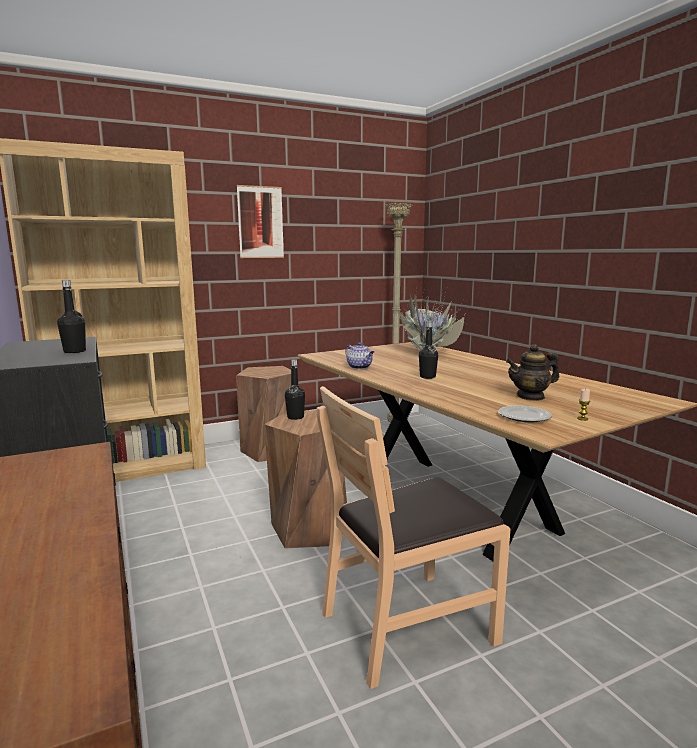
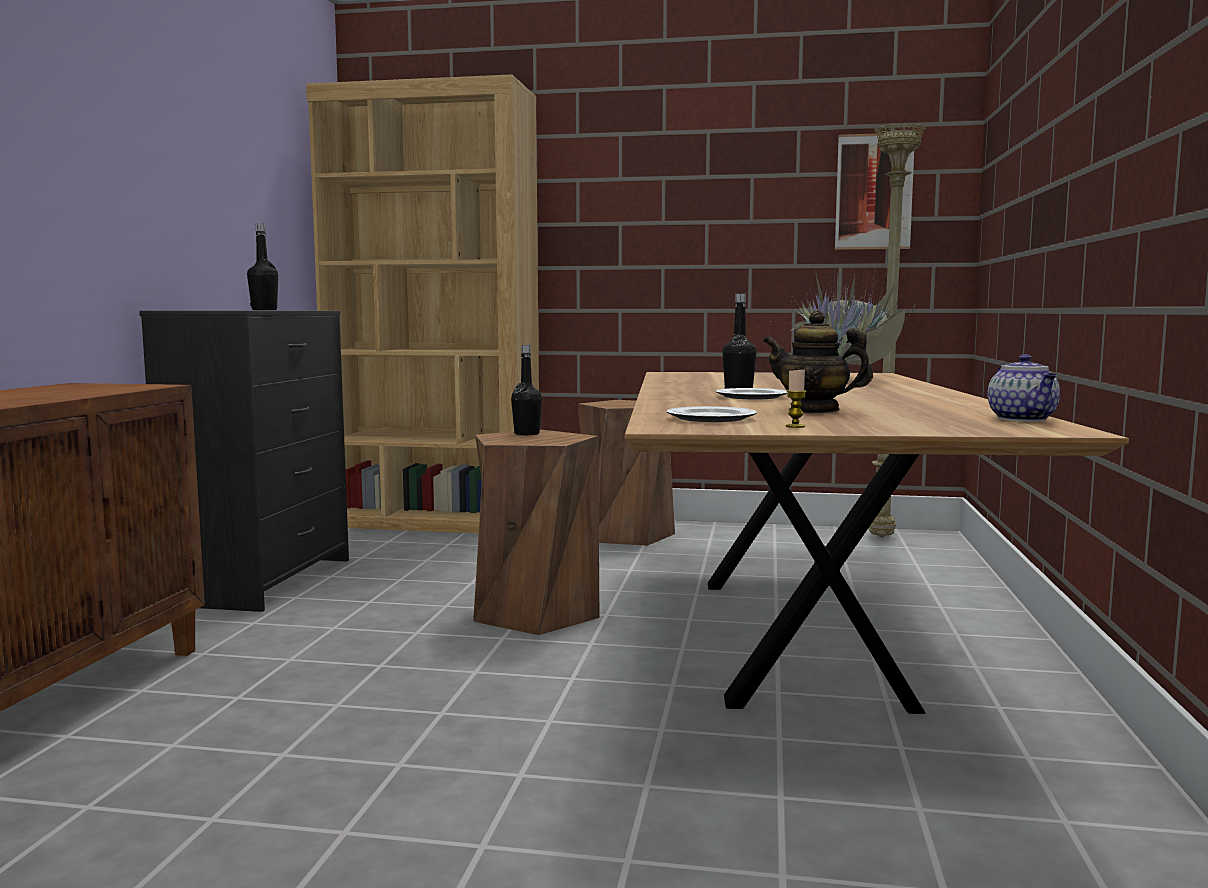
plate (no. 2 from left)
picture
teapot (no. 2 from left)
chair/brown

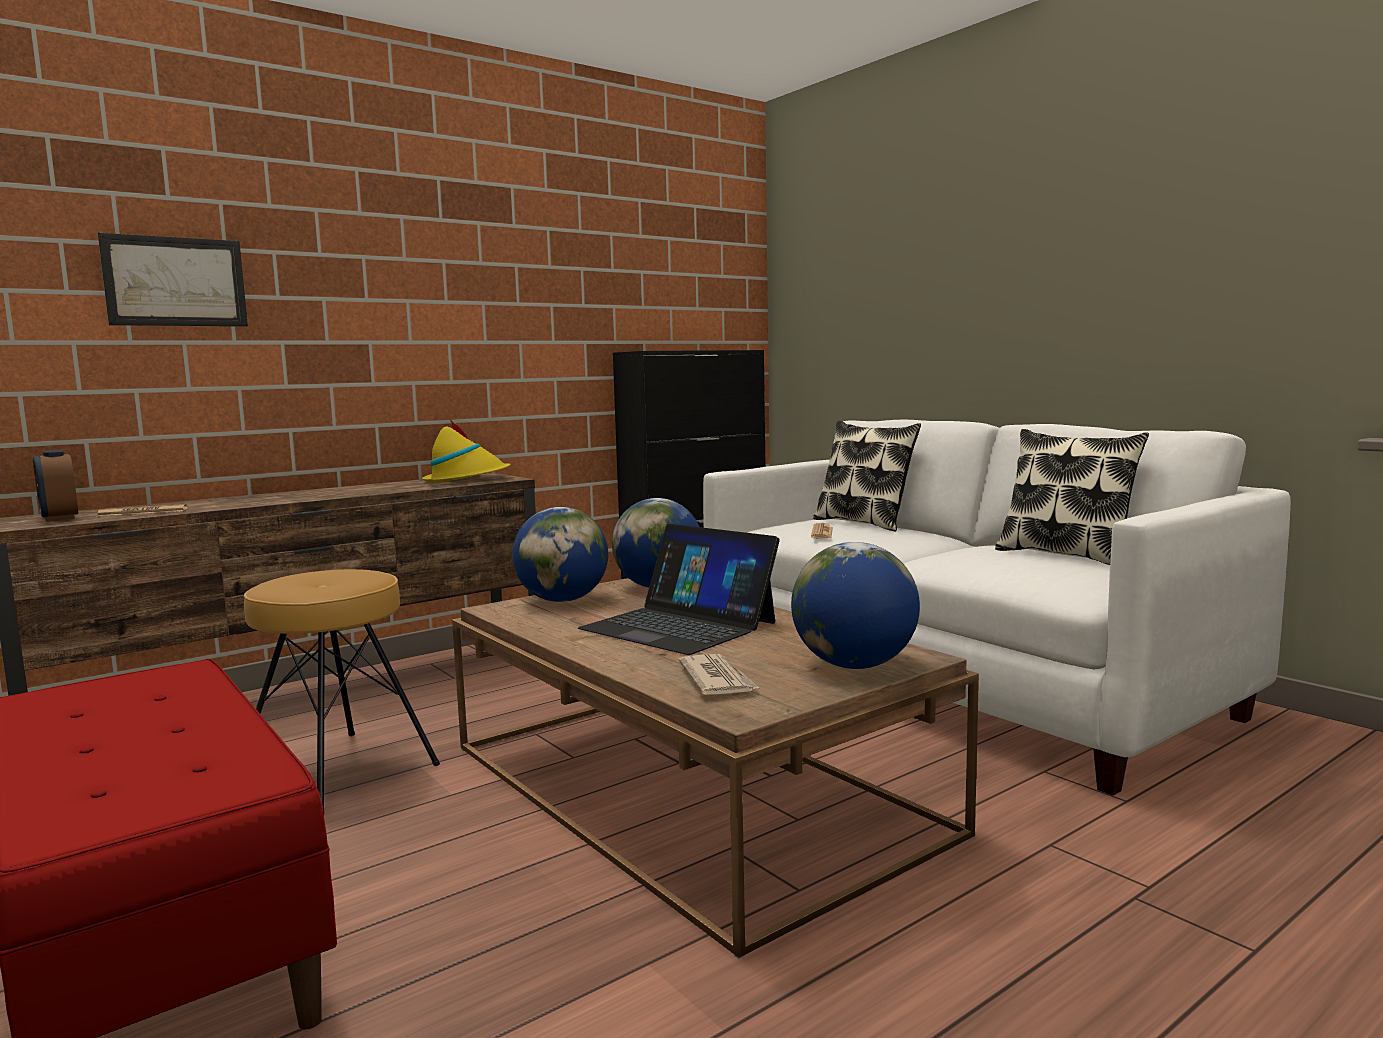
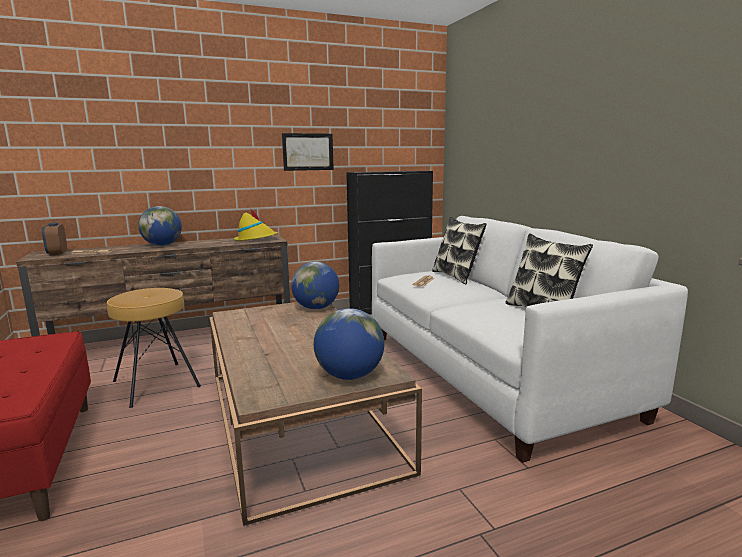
globe (no. 1 from left)
picture
laptop
newspaper (no. 2 from left in the first image)

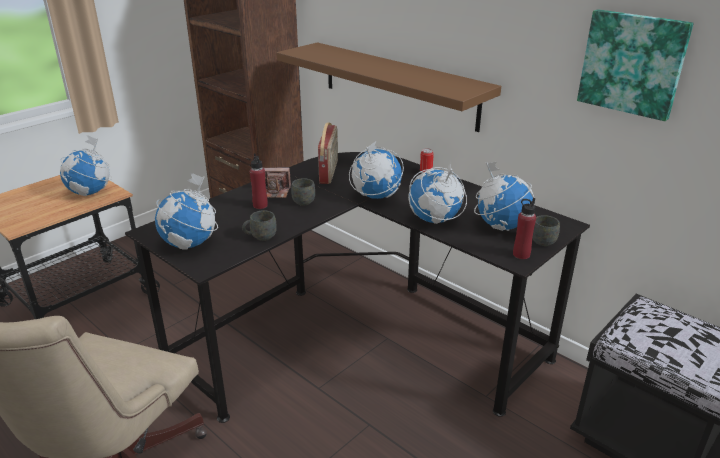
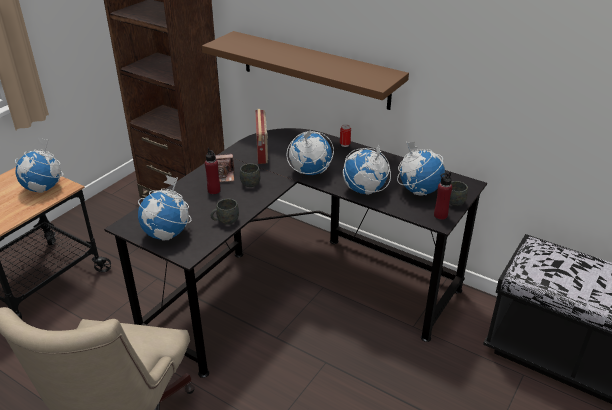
picture

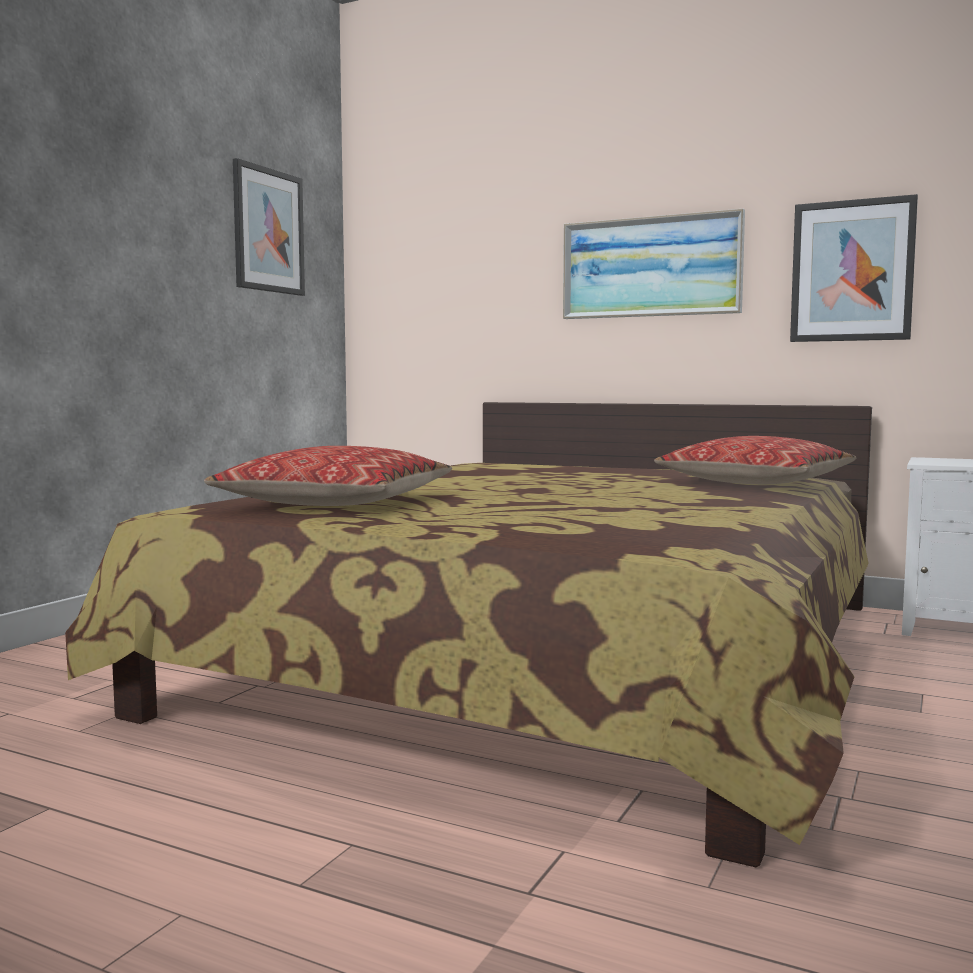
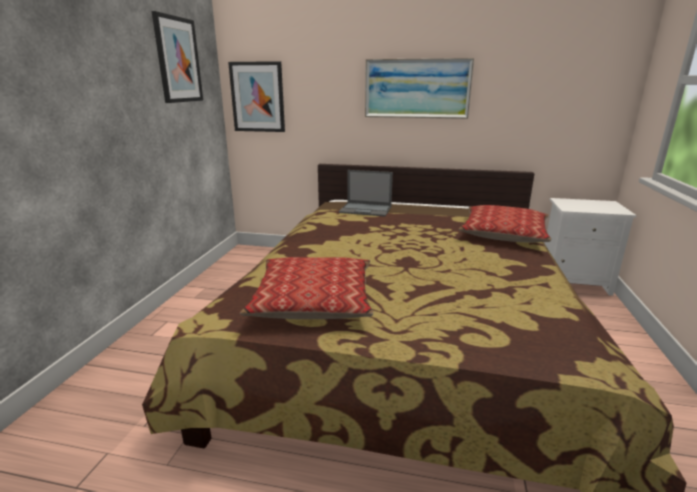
picture (no. 2 from left)
laptop

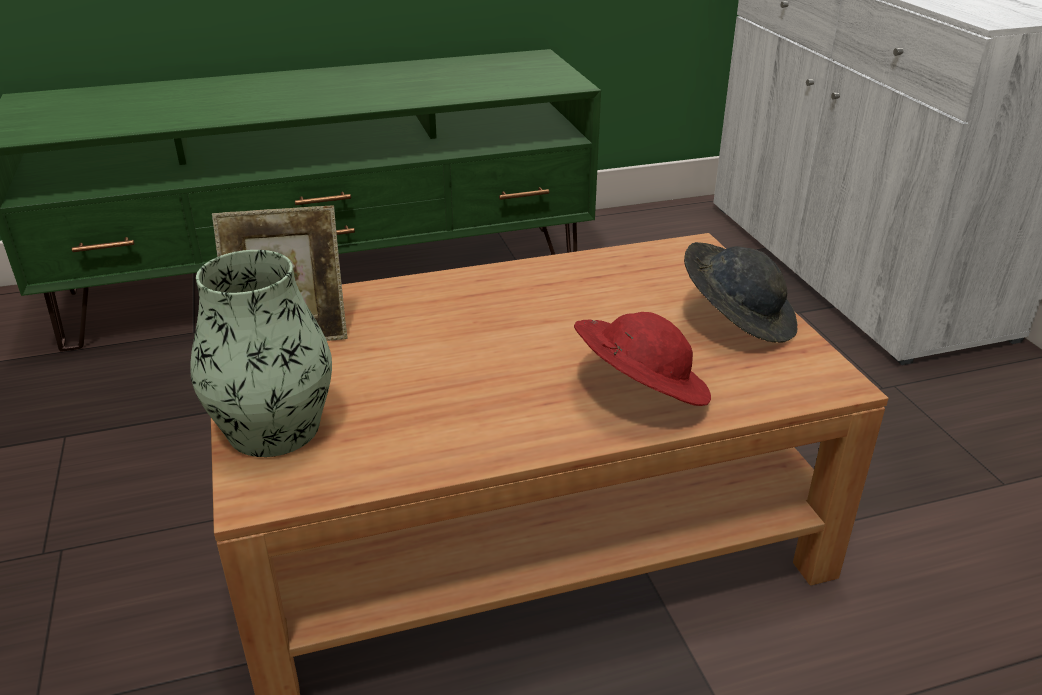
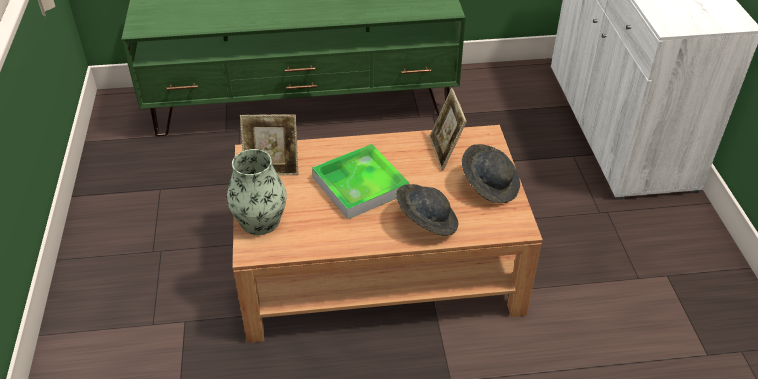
tray
hat/grey (no. 1 from left)
picture frame (no. 2 from left)

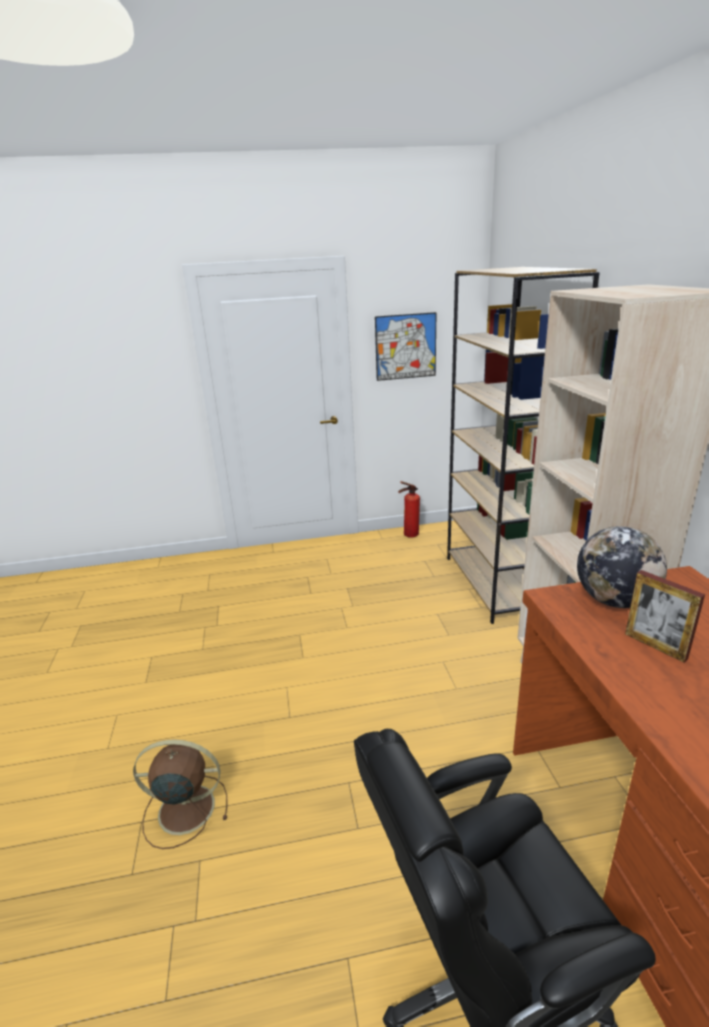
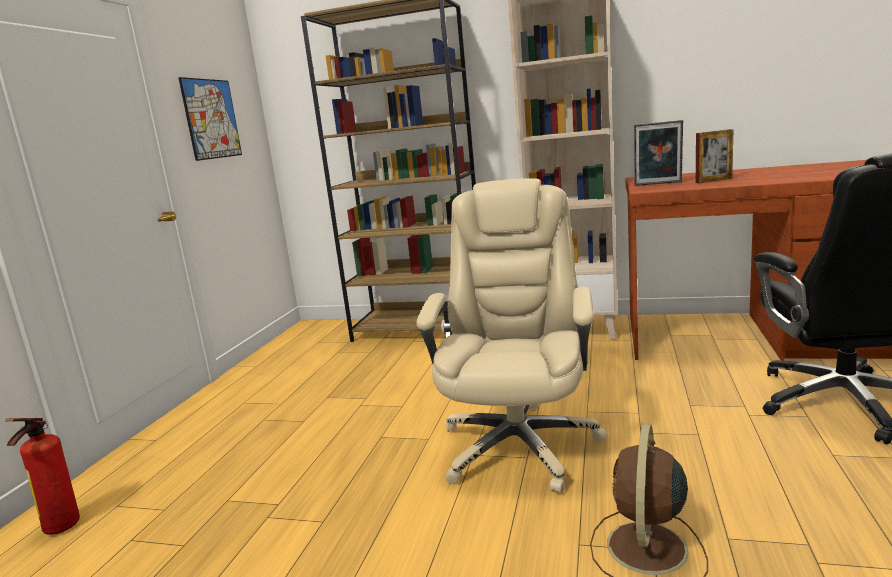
fire extinguisher
office chair/beige
picture frame (no. 1 from left)

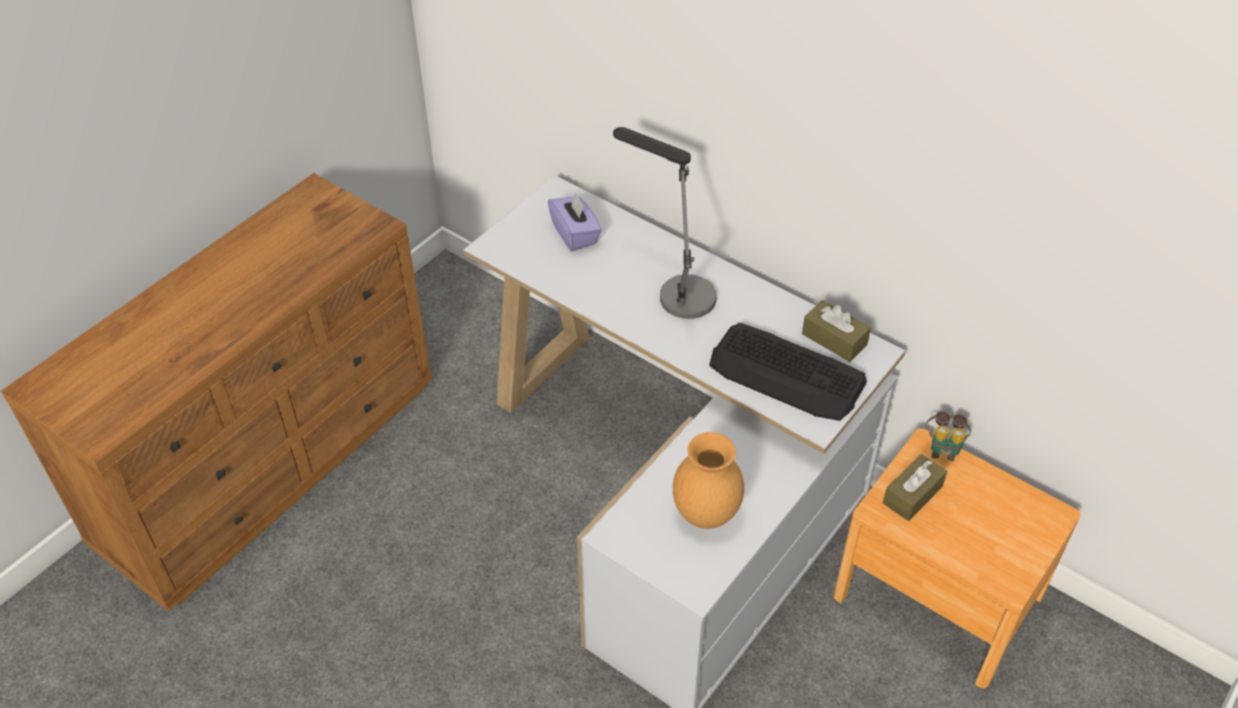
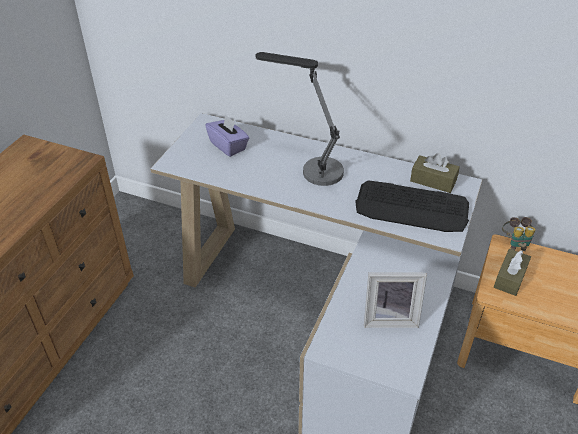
picture frame

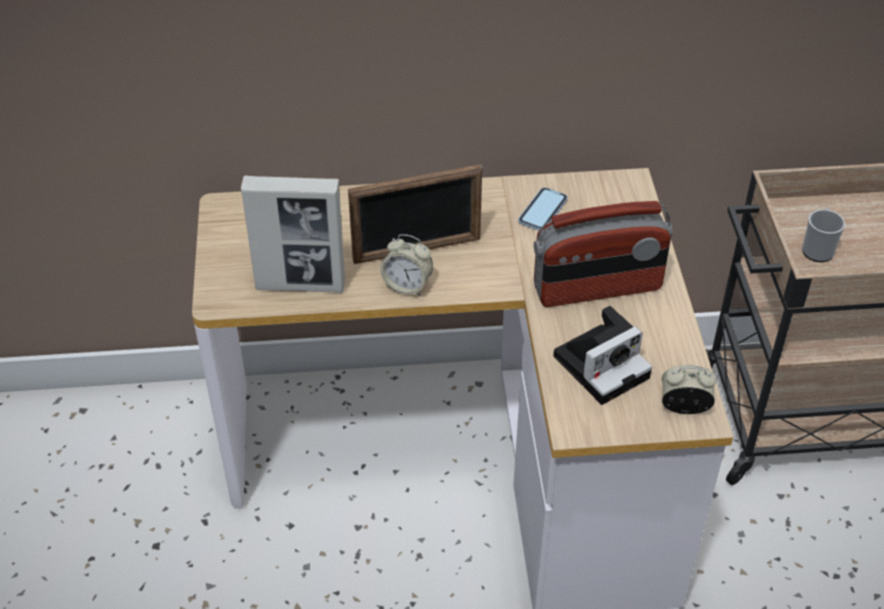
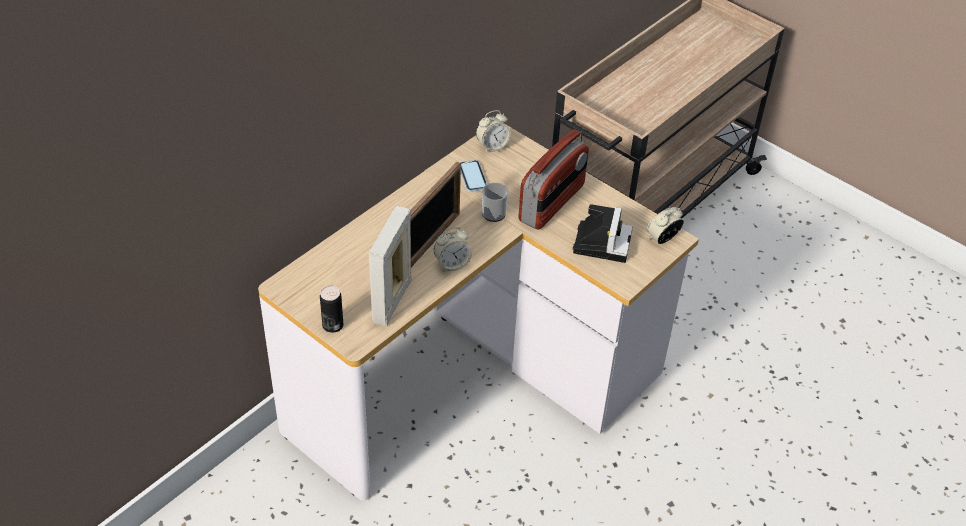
can
picture frame (no. 1 from left)
alarm clock (no. 2 from left)
mug

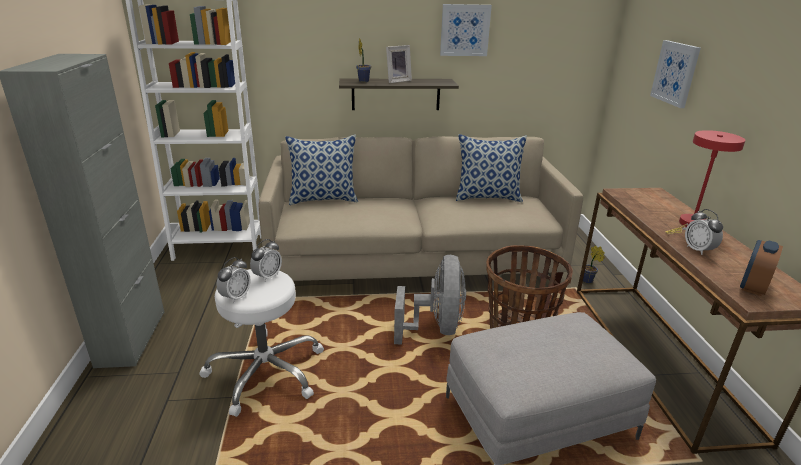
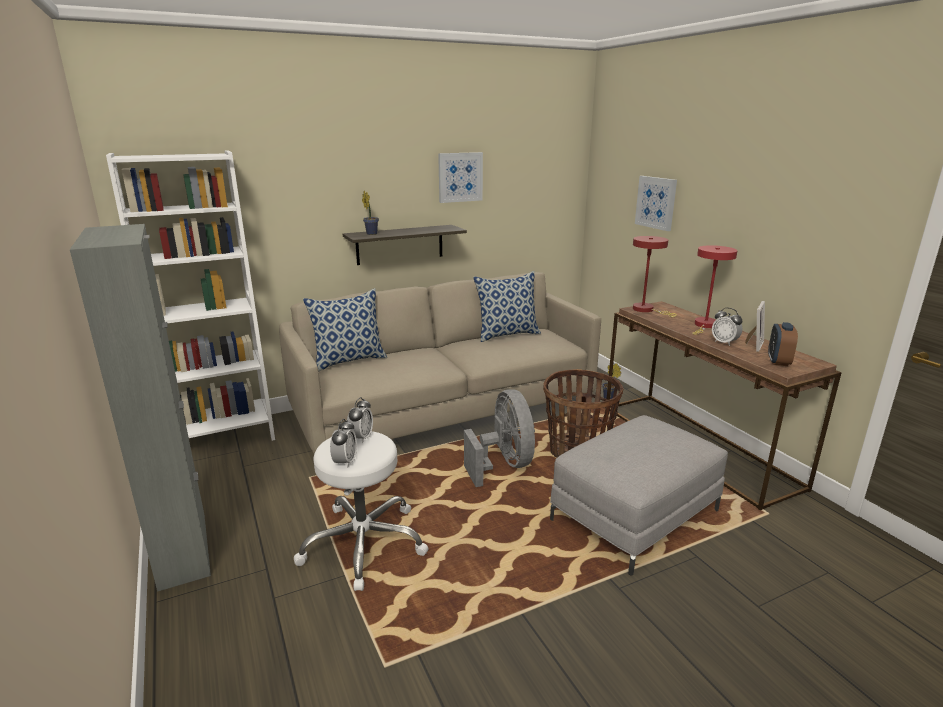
table lamp/red (no. 1 from left)
picture frame

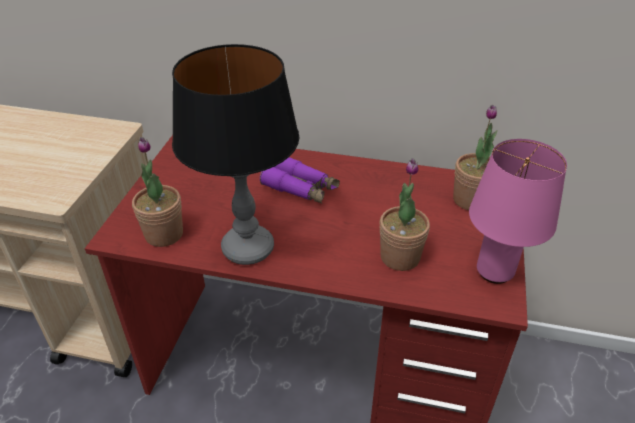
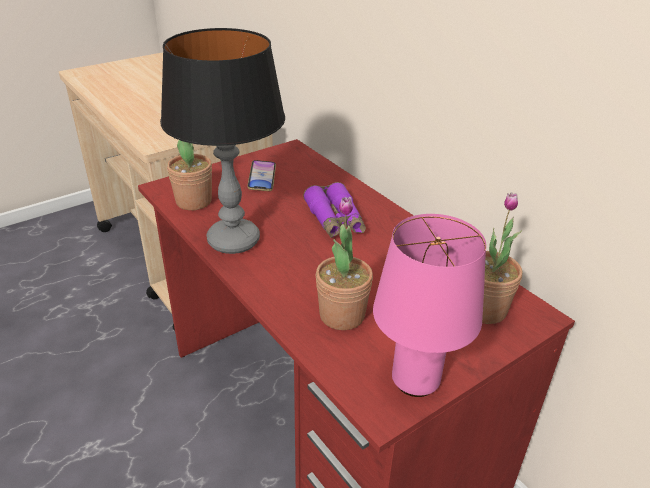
phone

